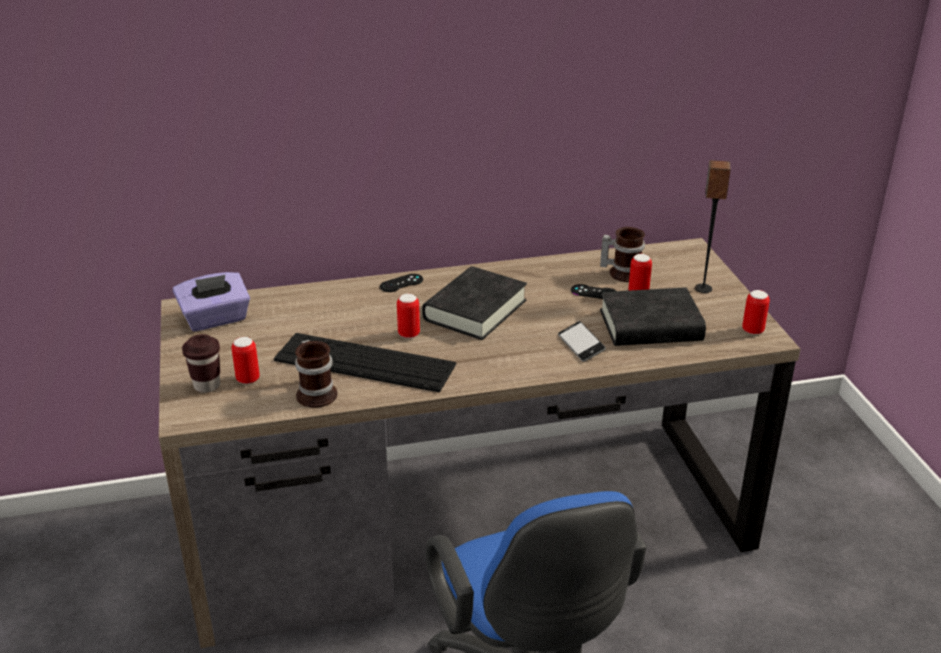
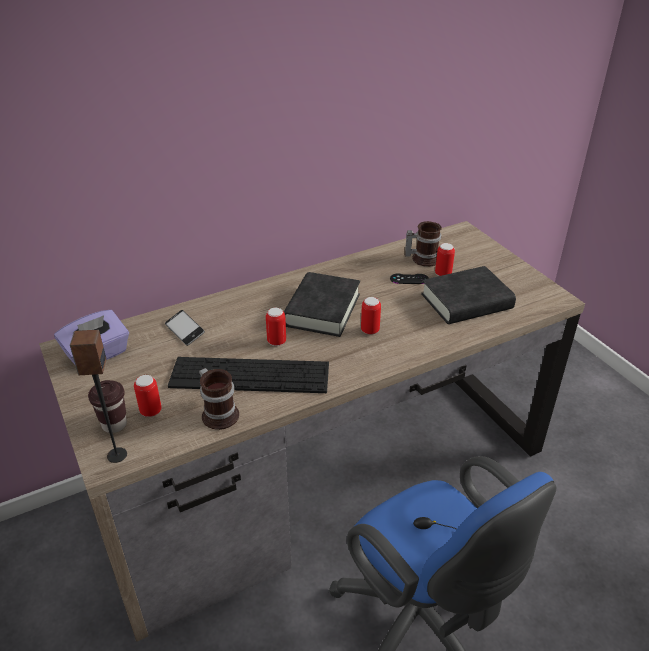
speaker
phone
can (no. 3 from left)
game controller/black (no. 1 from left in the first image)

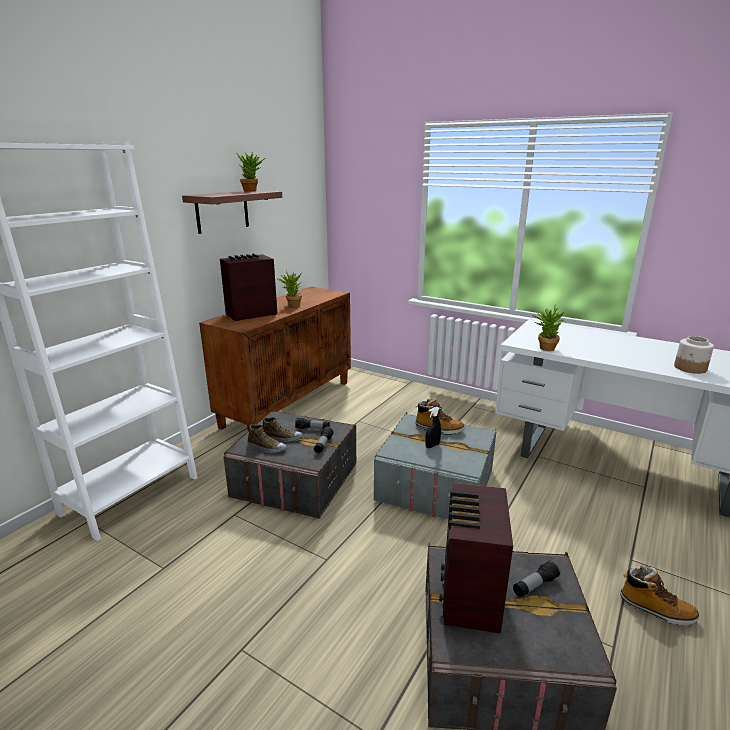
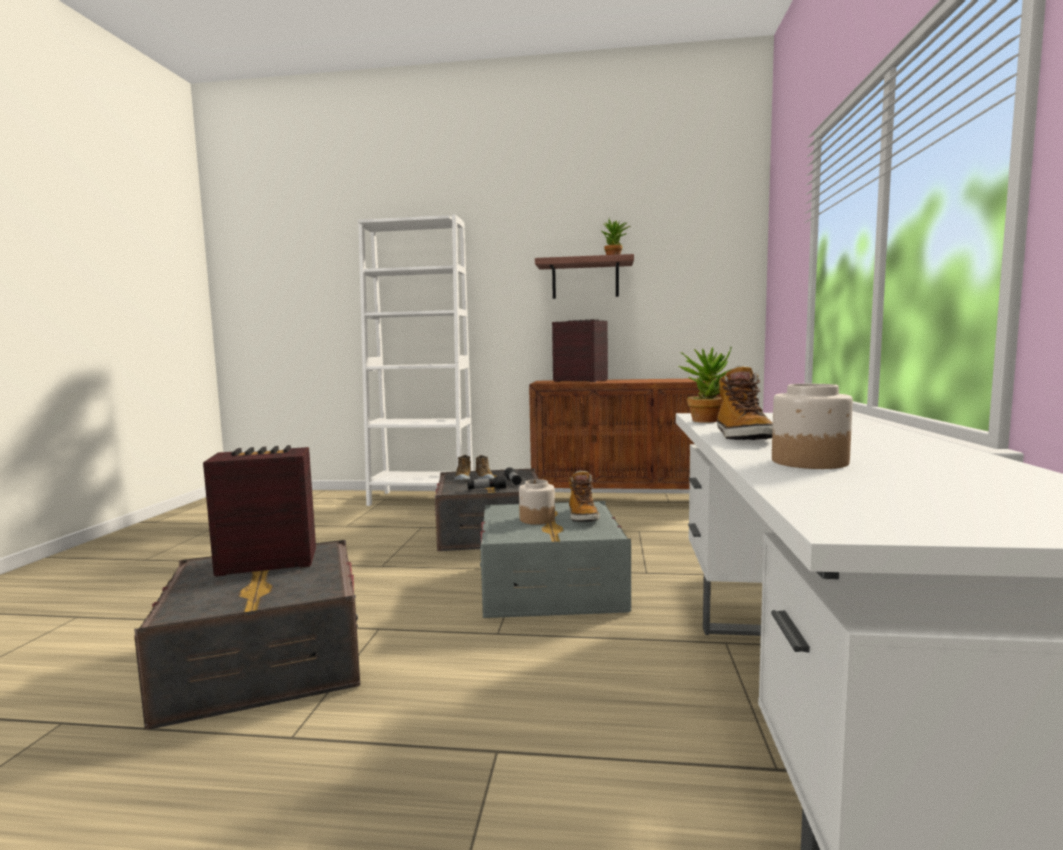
jar (no. 1 from left)
boot (no. 2 from left)
potted plant (no. 2 from left in the first image)
flashlight (no. 3 from left in the first image)

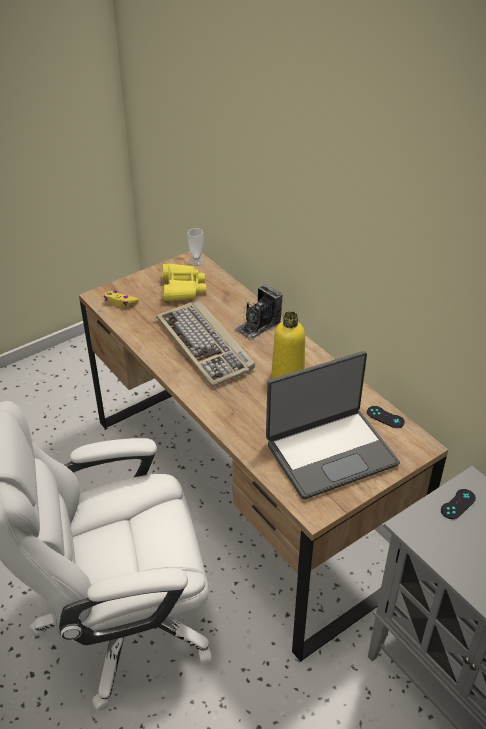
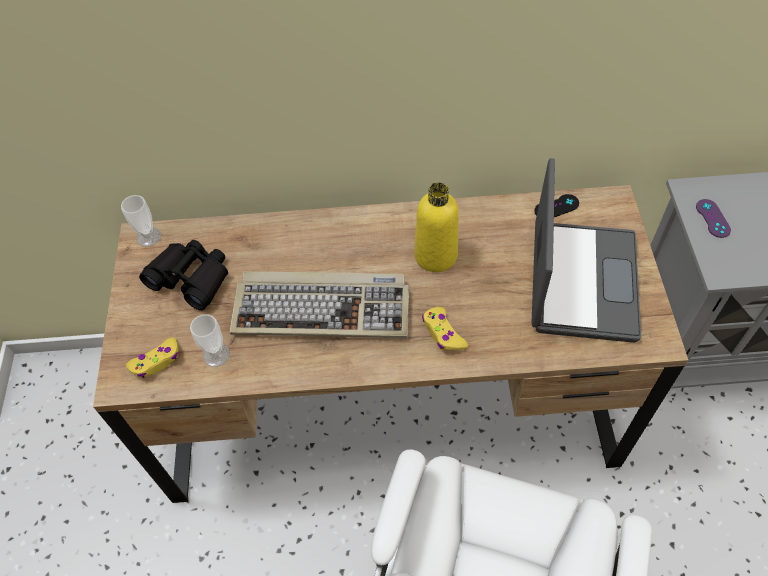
binoculars/black
cup (no. 2 from left)
game controller/yellow (no. 2 from left)
game controller/purple
photo camera

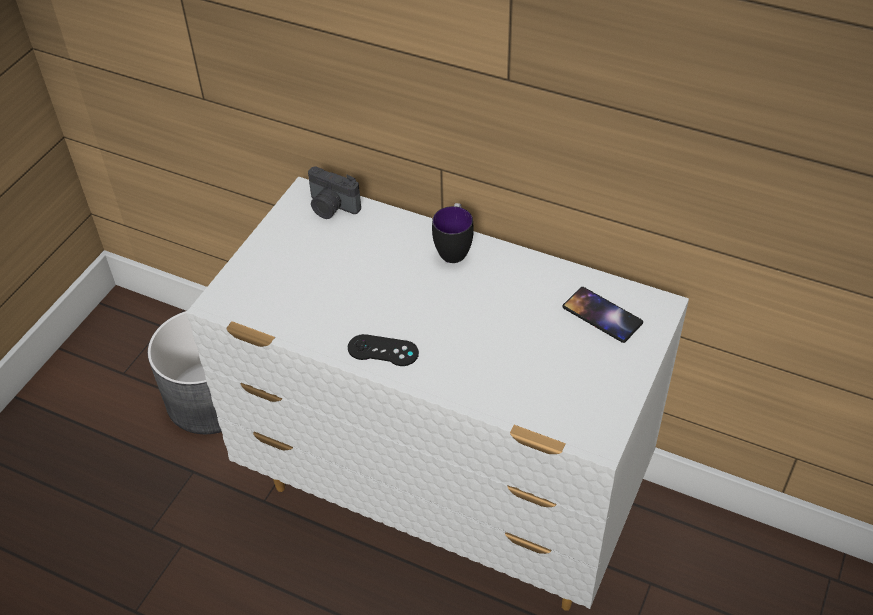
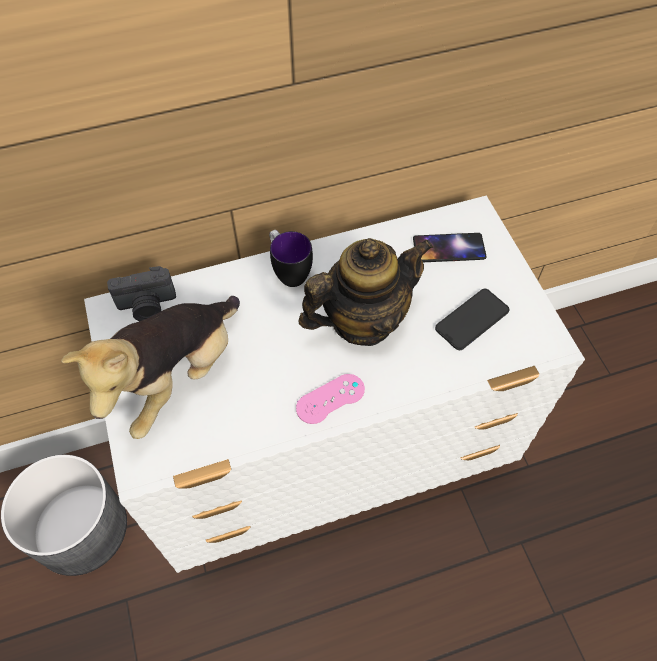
plush toy
game controller/pink
teapot
phone (no. 2 from left)

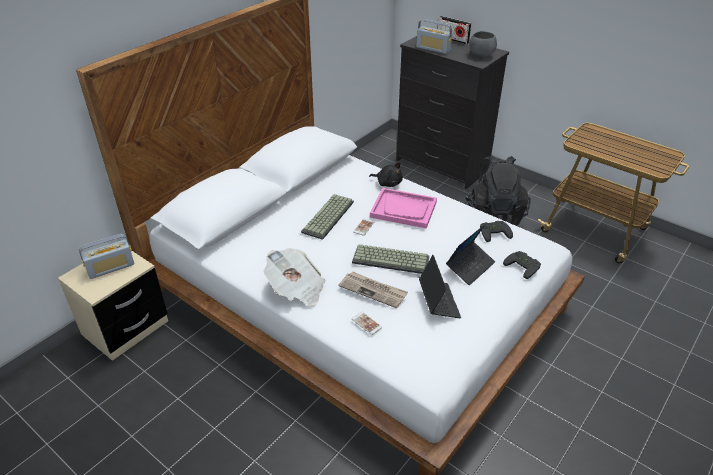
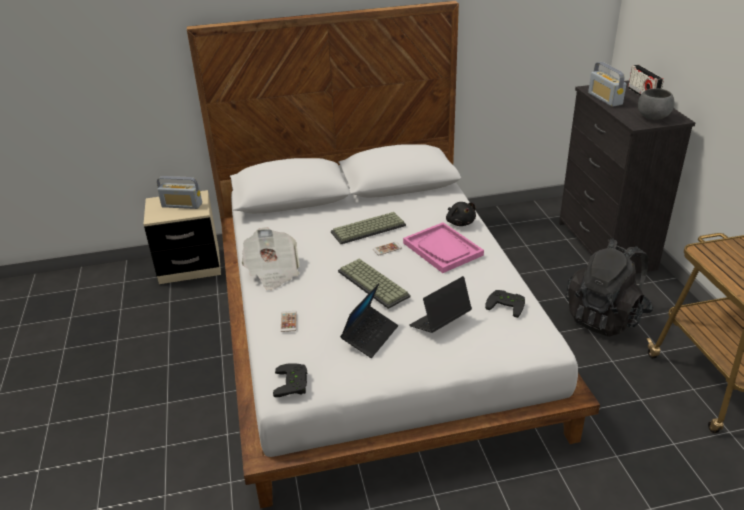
game controller/black (no. 1 from left)
laptop (no. 2 from left)
newspaper (no. 2 from left in the first image)

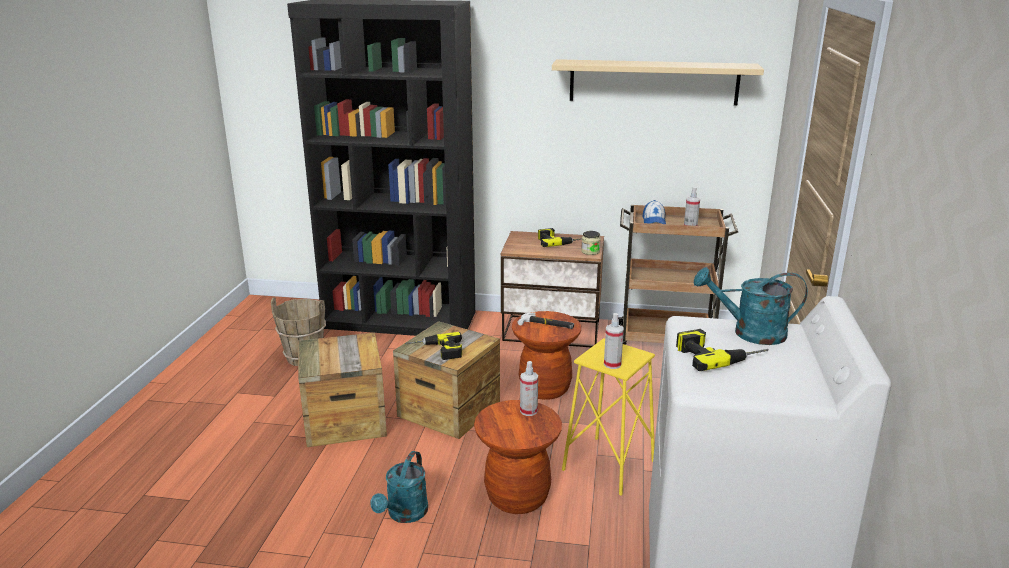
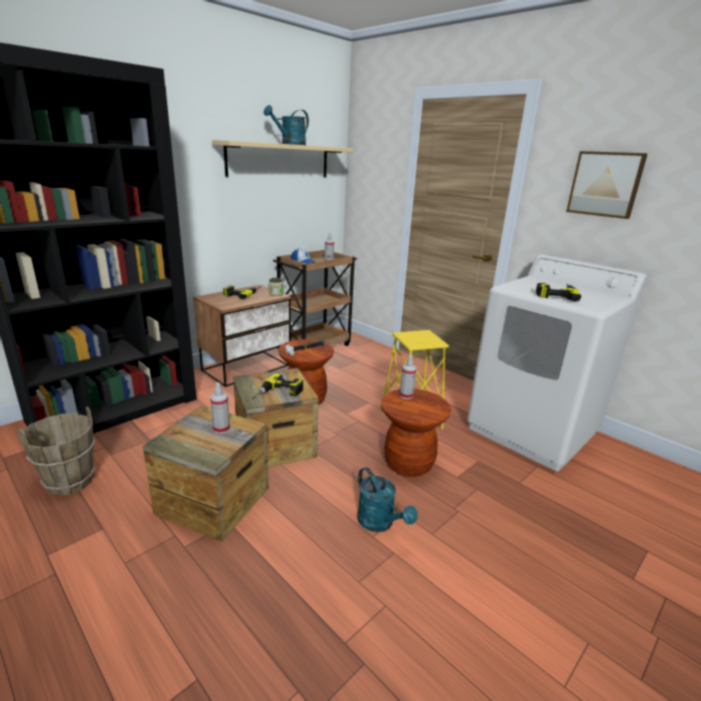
spray bottle (no. 1 from left)
watering can/turquoise (no. 1 from left)
picture

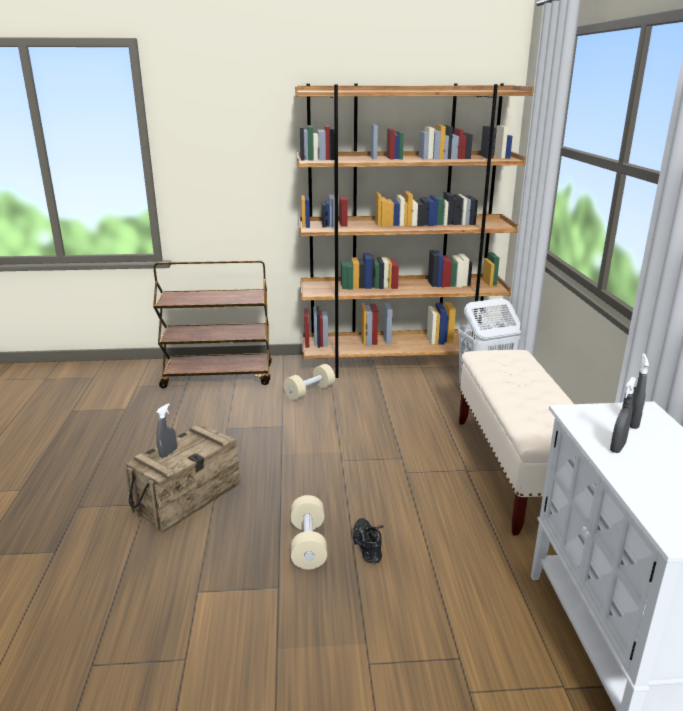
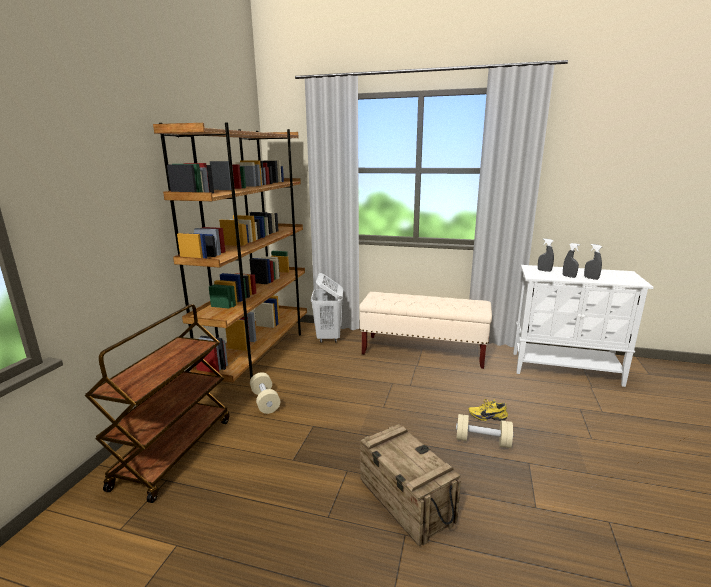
shoe/yellow
spray bottle/grey (no. 3 from left)

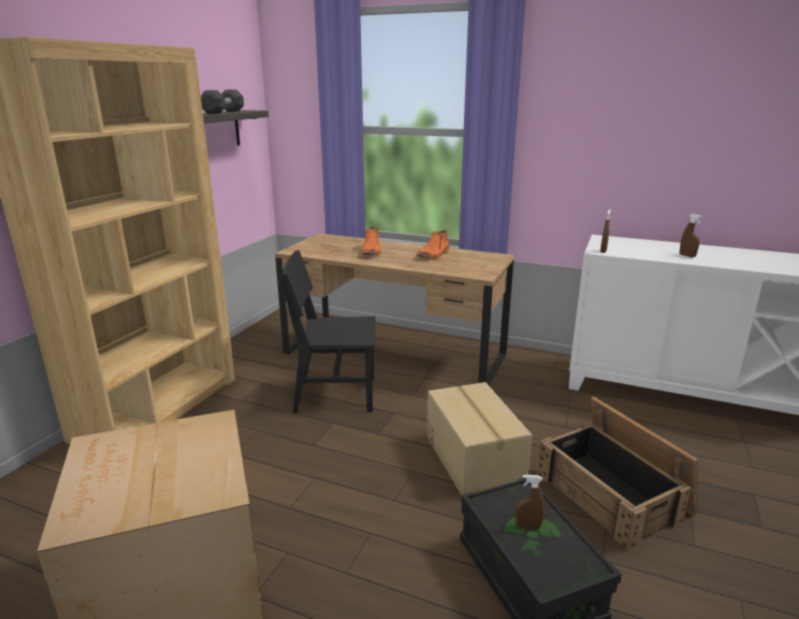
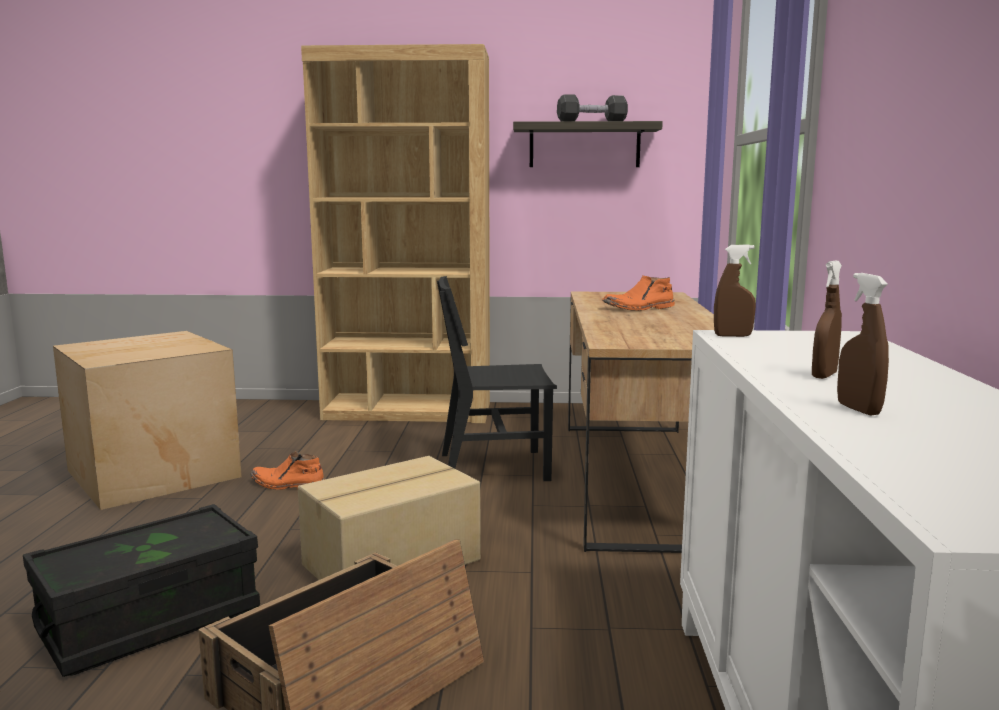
boot/orange (no. 1 from left)
chair/black
spray bottle/brown (no. 3 from left)

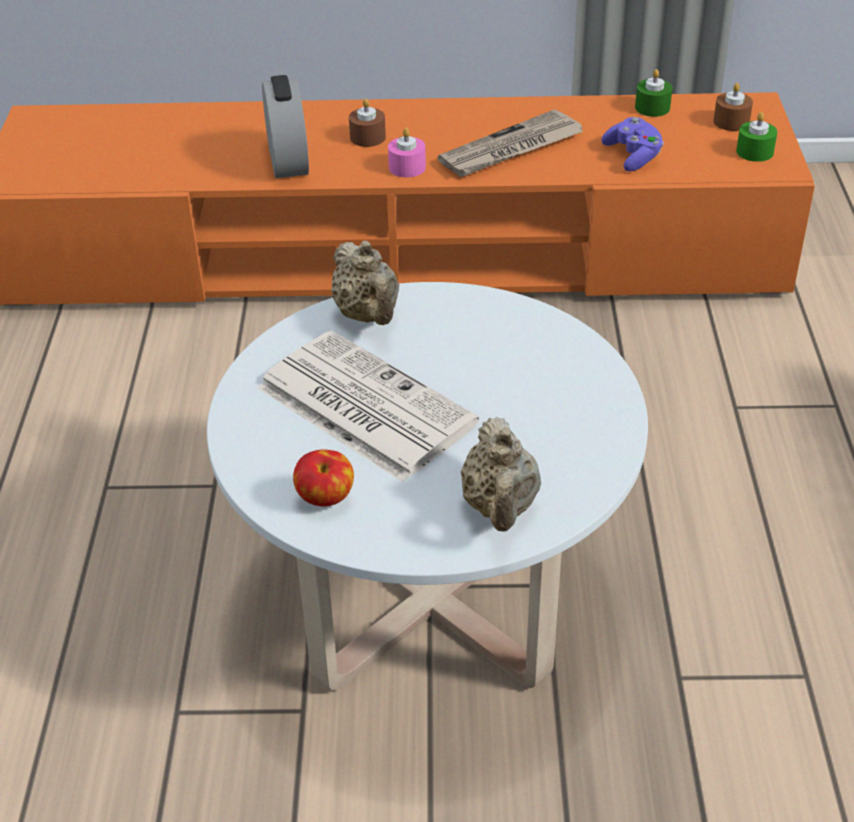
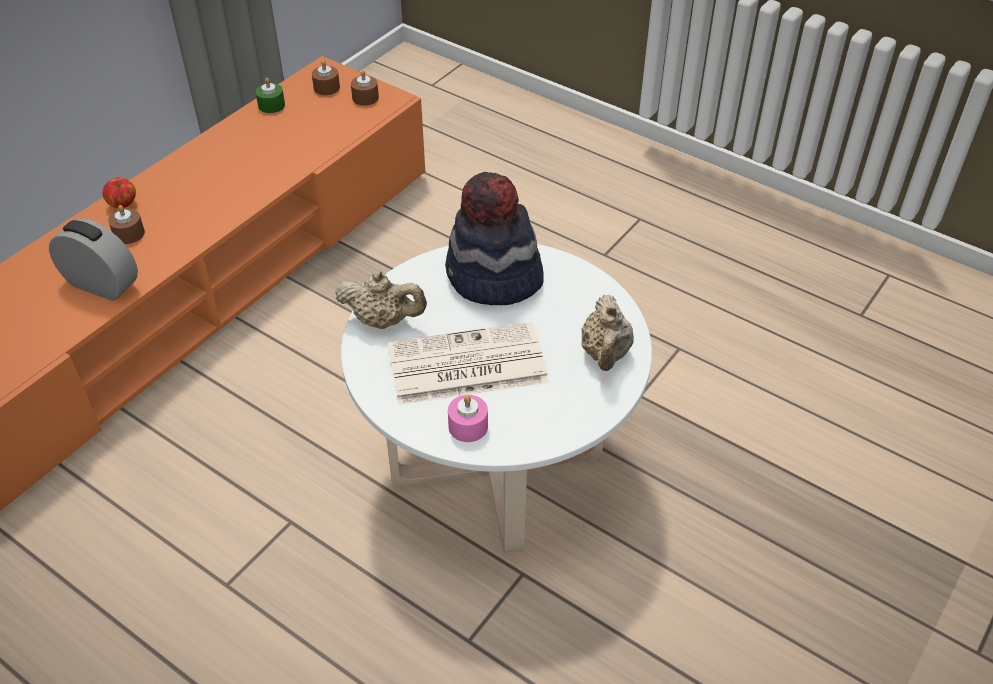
apple
candle/brown (no. 3 from left)
hat
candle/pink
teapot/beige (no. 2 from left)
newspaper (no. 2 from left in the first image)
game controller/purple

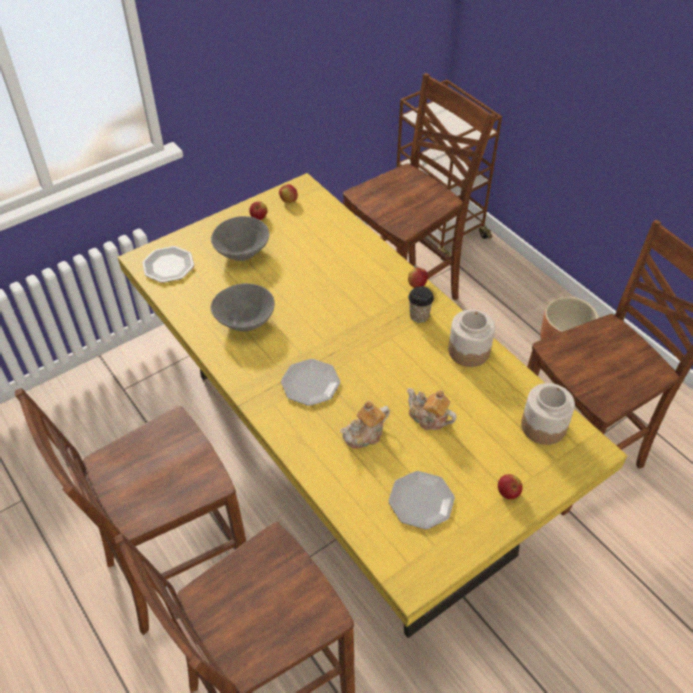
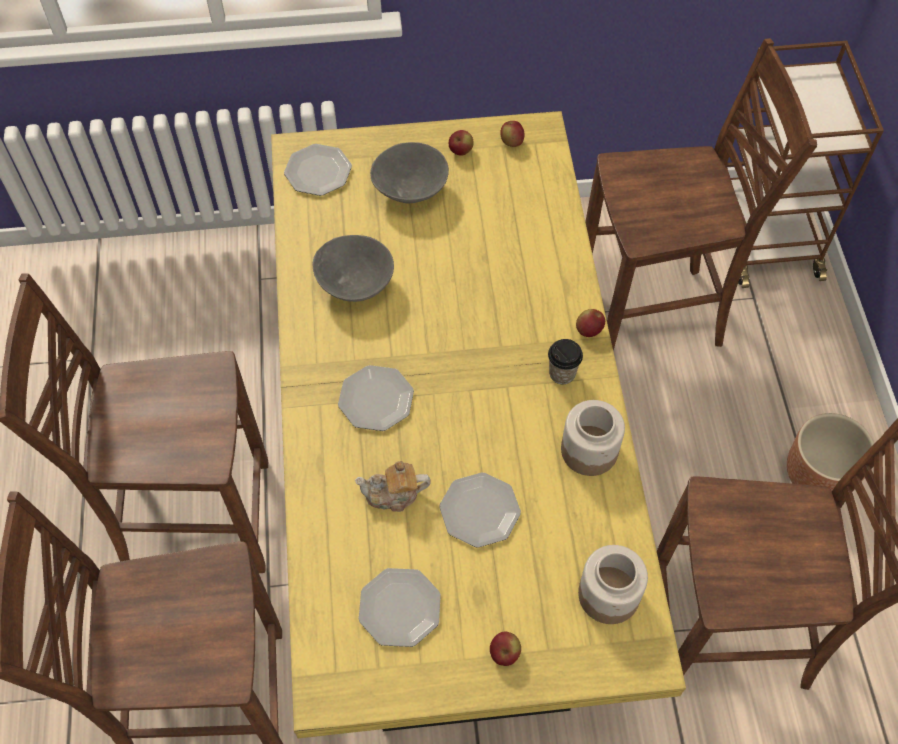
plate (no. 4 from left)

